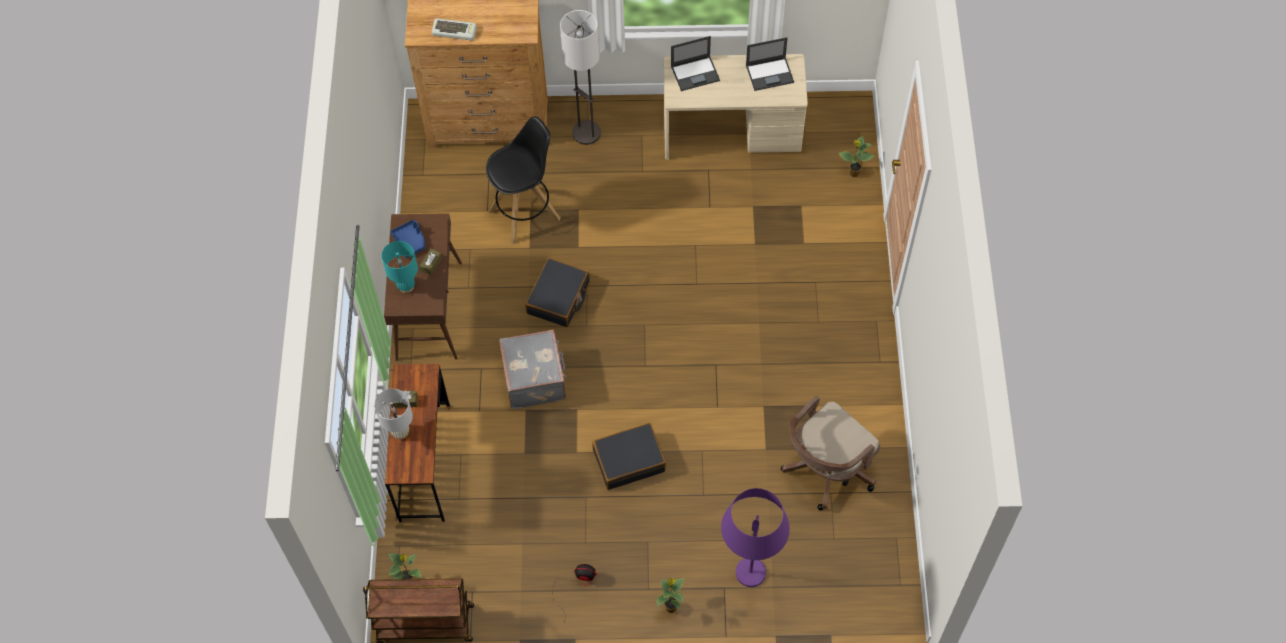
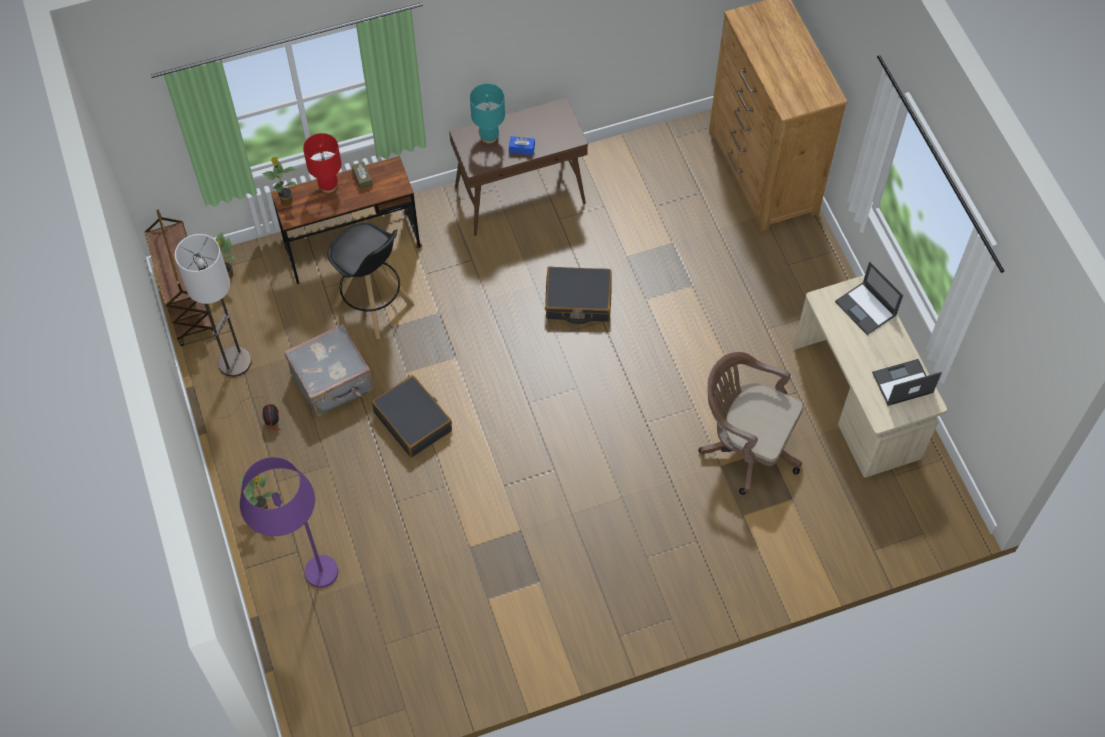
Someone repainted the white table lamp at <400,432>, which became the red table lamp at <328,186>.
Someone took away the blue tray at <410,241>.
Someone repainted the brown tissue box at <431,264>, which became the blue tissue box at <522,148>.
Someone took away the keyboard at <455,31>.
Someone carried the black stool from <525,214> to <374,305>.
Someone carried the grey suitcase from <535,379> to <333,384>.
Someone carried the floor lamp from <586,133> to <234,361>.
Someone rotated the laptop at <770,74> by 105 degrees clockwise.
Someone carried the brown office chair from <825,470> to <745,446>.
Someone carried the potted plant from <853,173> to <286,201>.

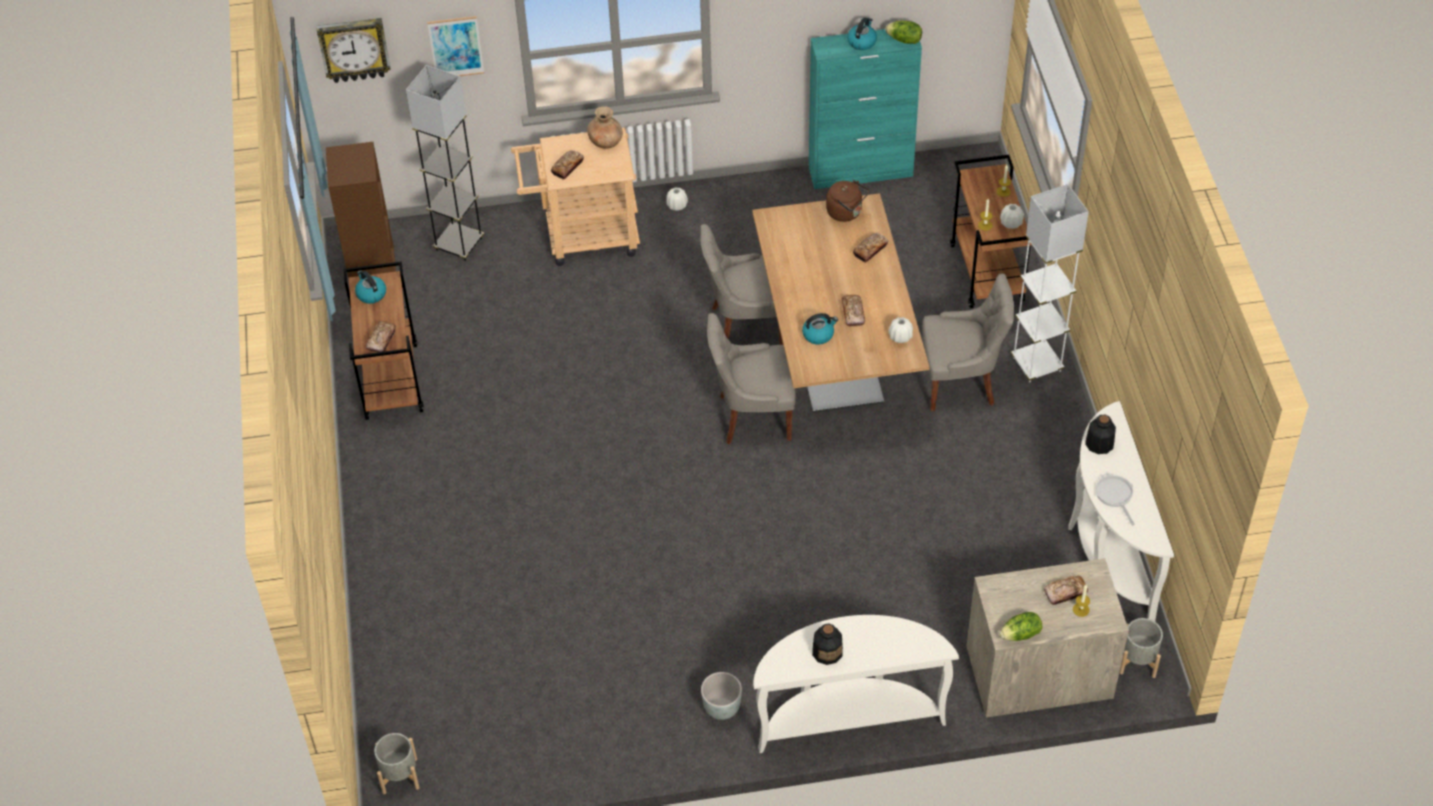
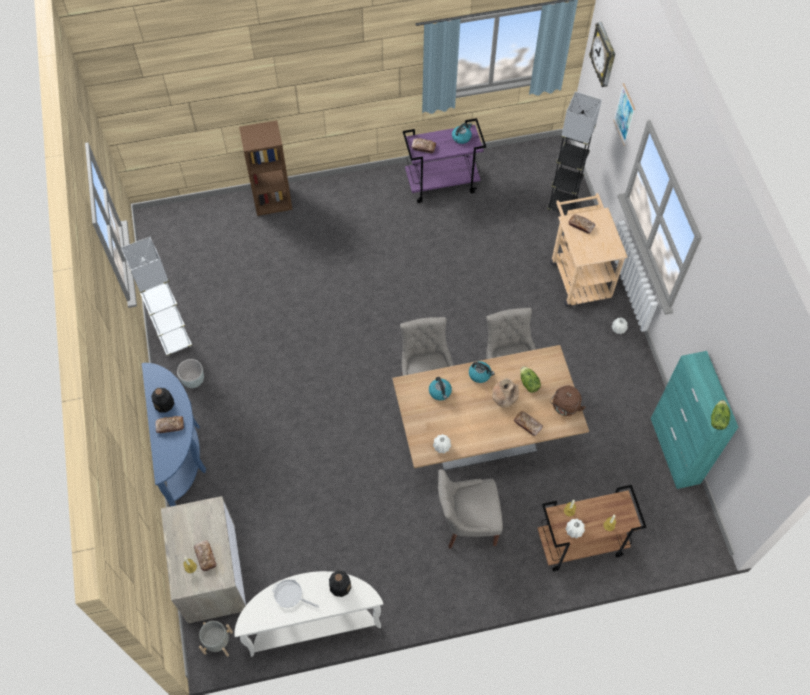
Someone carried the brown bookcase from <372,269> to <272,200>.
Someone repainted the brown cart at <390,380>, which became the purple cart at <442,183>.
Someone took away the grey planter at <399,776>.
Someone carried the brown vase from <606,142> to <504,399>.
Someone repainted the white console table at <848,717>, which became the blue console table at <183,452>.
Someone carried the bread from <853,313> to <170,426>.
Someone carried the kettle from <862,42> to <480,374>.
Someone rotated the grey chair at <961,382> by 90 degrees clockwise.
Someone carried the lettuce from <1021,634> to <528,383>.
Someone carried the white floor lamp from <1036,364> to <175,341>.
Someone rotated the frying pan at <1115,495> by 135 degrees counterclockwise.

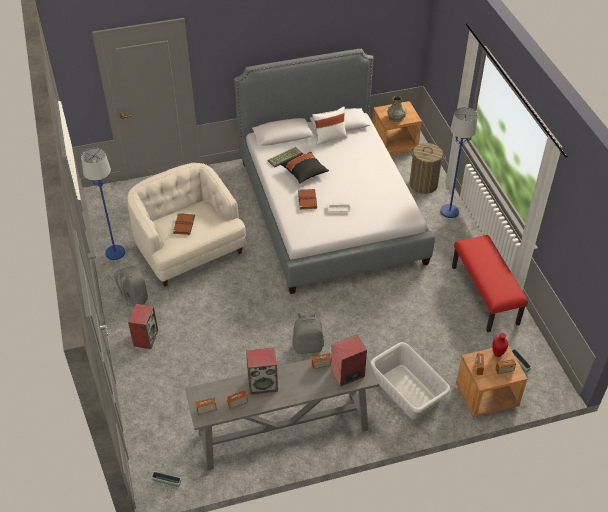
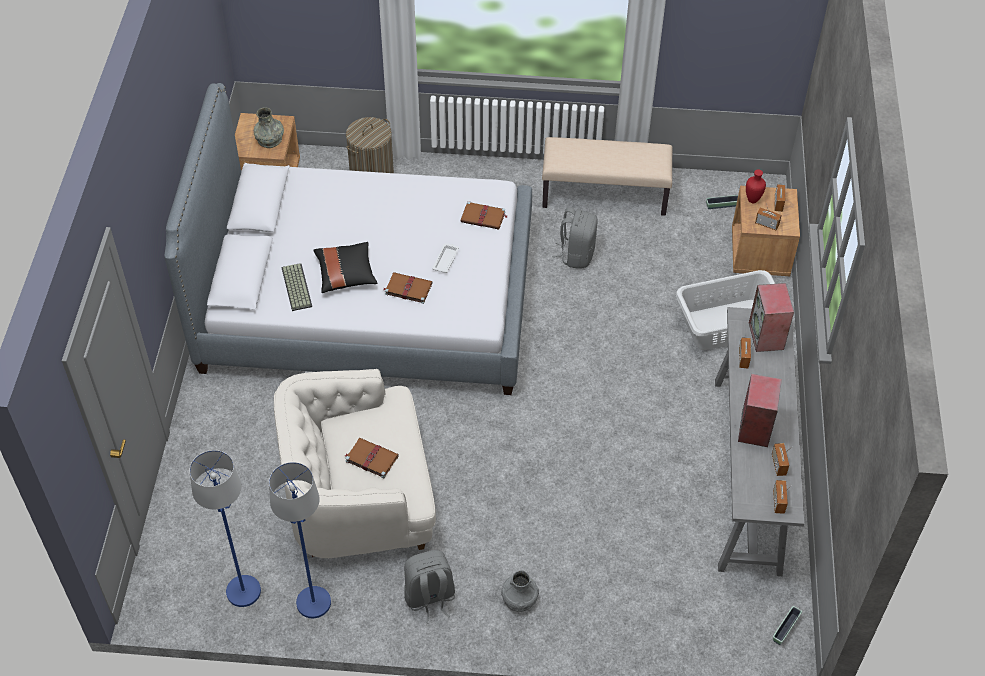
Someone swapped the speaker at <145,338> for the grey vase at <519,598>.
Someone carried the grey backpack from <308,346> to <576,255>.
Someone took away the white pillow at <329,138>.
Someone carried the blue floor lamp from <450,211> to <244,591>.
Someone repainted the red bench at <485,295>, which became the beige bench at <605,194>.
Someone put down the brown book at <483,217>.

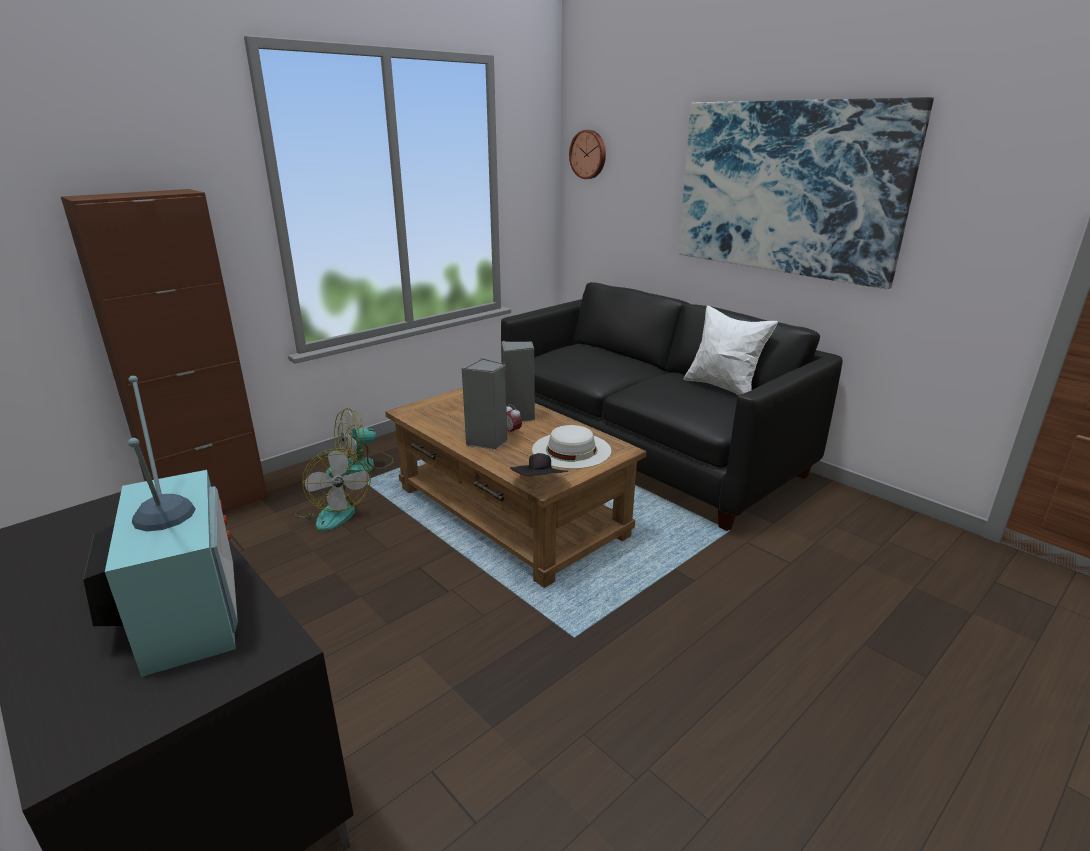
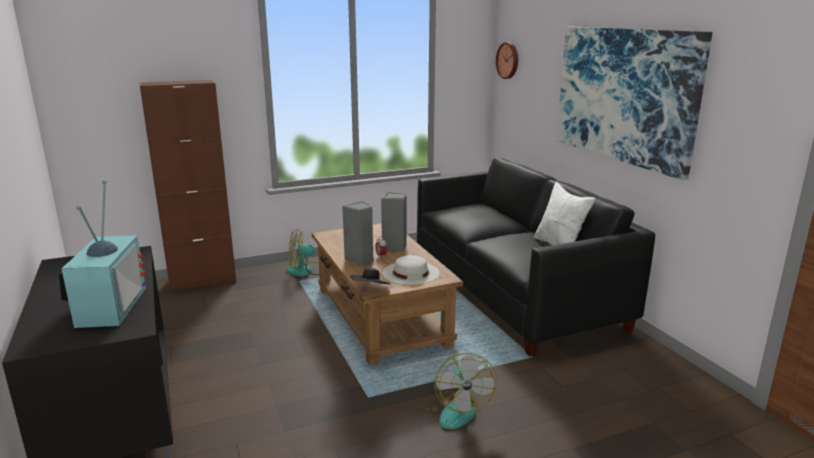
Someone carried the fan from <333,512> to <455,409>.

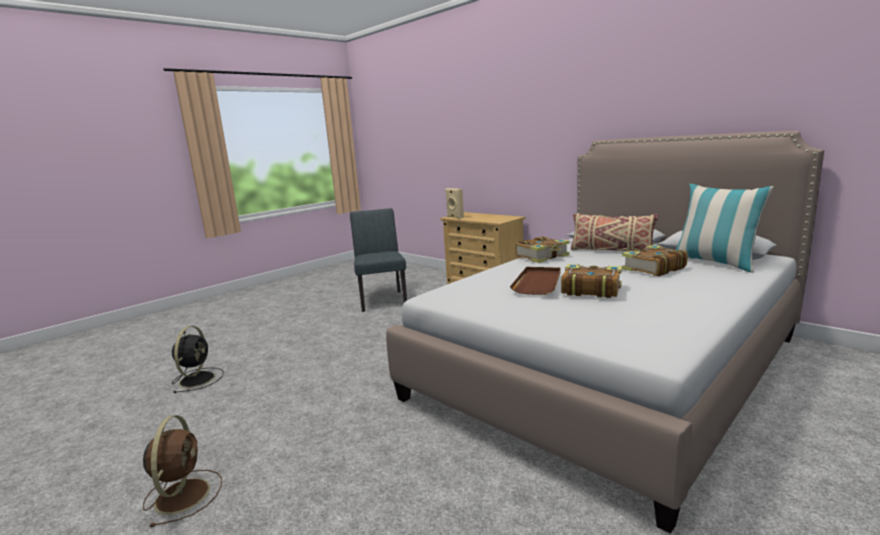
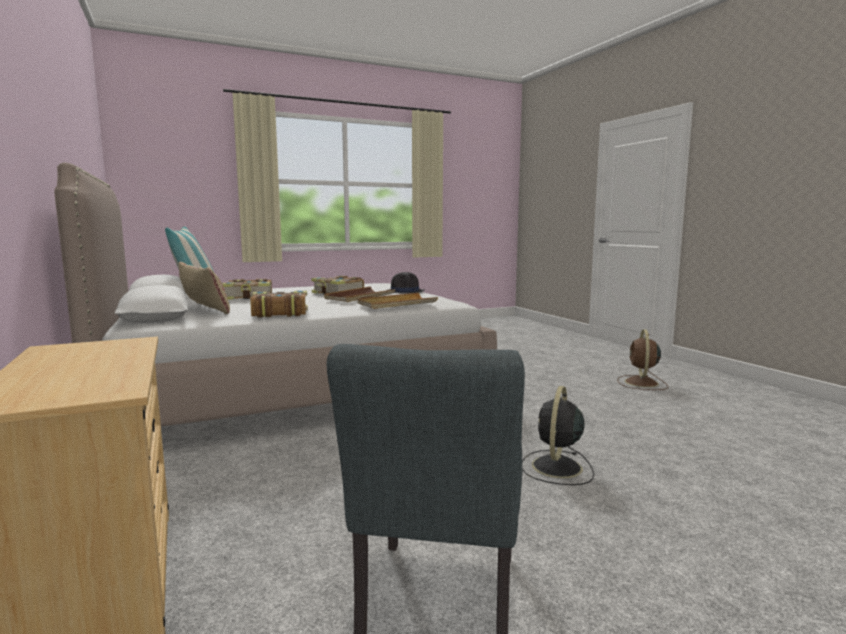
Someone carried the black fan from <198,379> to <556,468>.
Someone took away the beige speaker at <454,217>.
Someone put down the beige tray at <397,304>.
Someone put down the black hat at <405,292>.

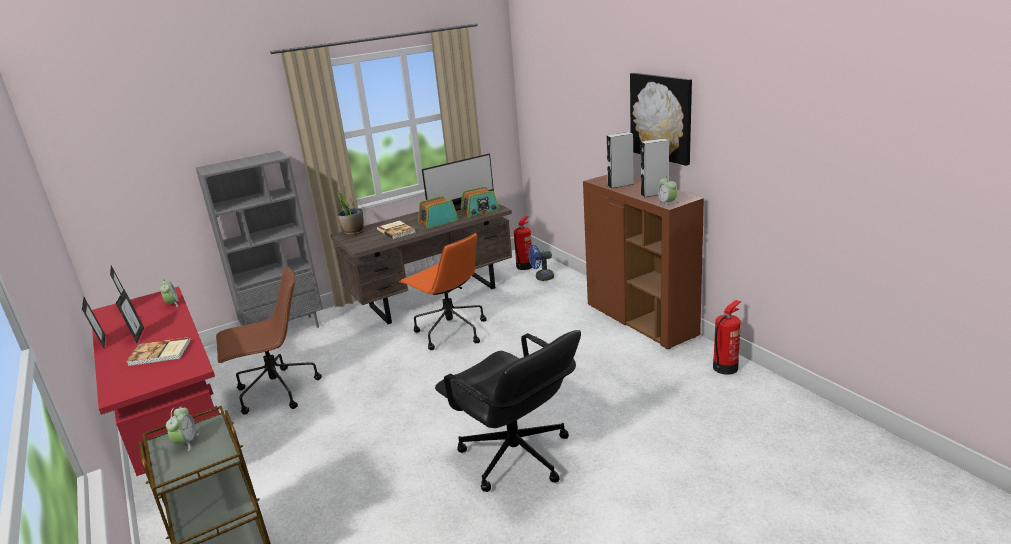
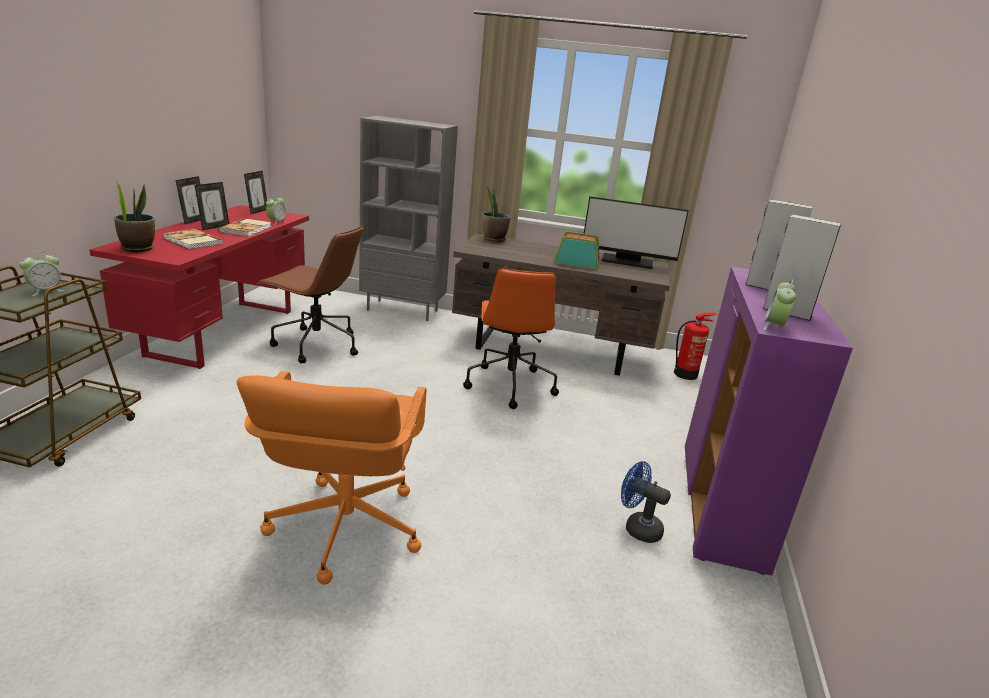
Someone carried the book from <396,231> to <247,229>.
Someone repainted the black office chair at <515,457>, which became the orange office chair at <344,528>.
Someone took away the radio at <480,211>.
Someone carried the blue fan from <541,278> to <637,528>.
Someone repainted the brown cabinet at <641,321>, which became the purple cabinet at <722,506>.
Someone took away the picture at <661,117>.
Someone took away the fire extinguisher at <725,367>.
Someone put down the potted plant at <138,248>.

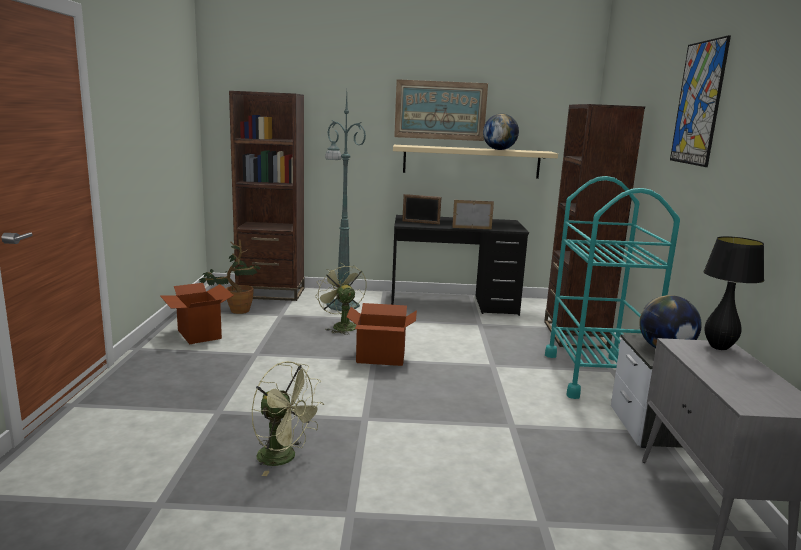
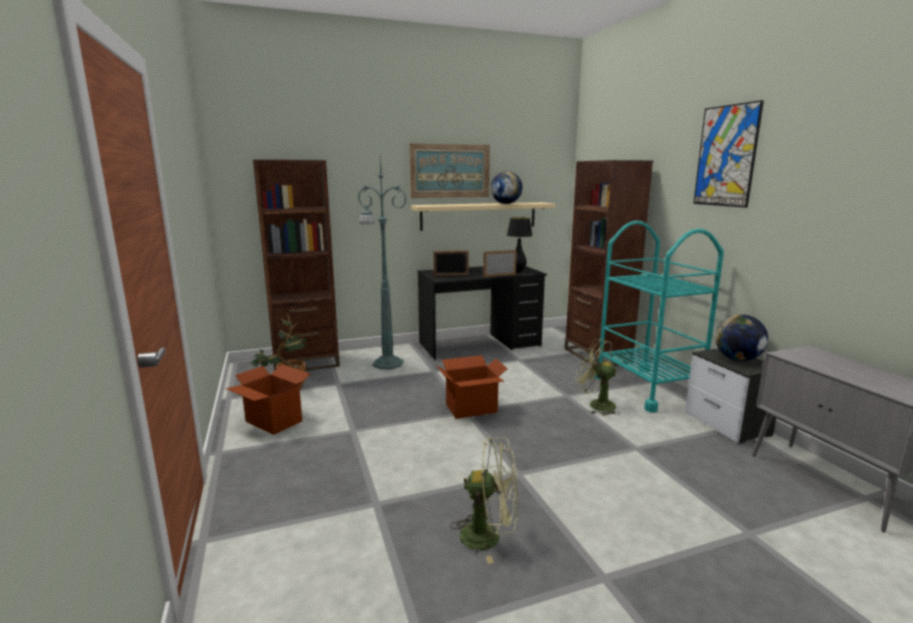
Someone carried the green fan from <341,326> to <596,405>.
Someone carried the black table lamp from <718,347> to <518,271>.

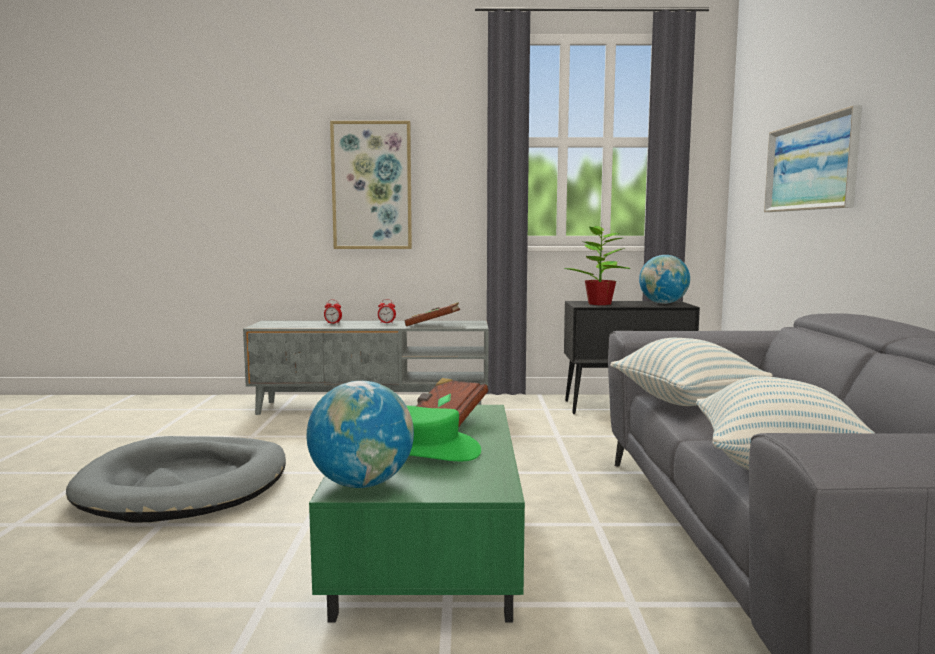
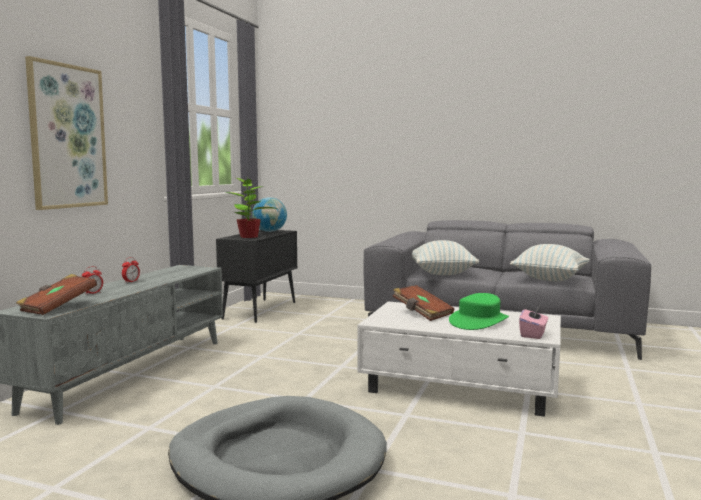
Someone swapped the globe at <362,484> for the pink tissue box at <533,334>.
Someone repainted the green coffee table at <427,548>, which became the white coffee table at <462,386>.
Someone carried the brown book from <433,325> to <58,307>.
Someone took away the picture at <810,165>.

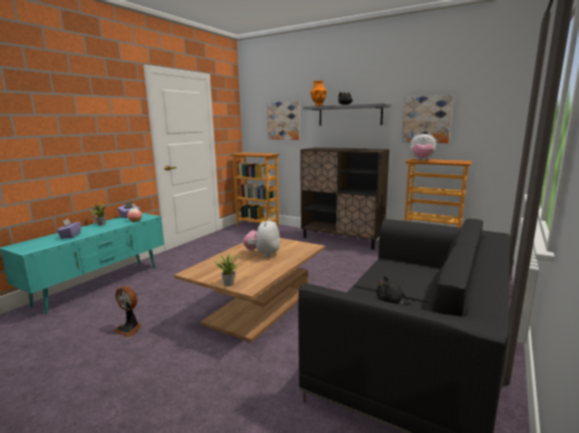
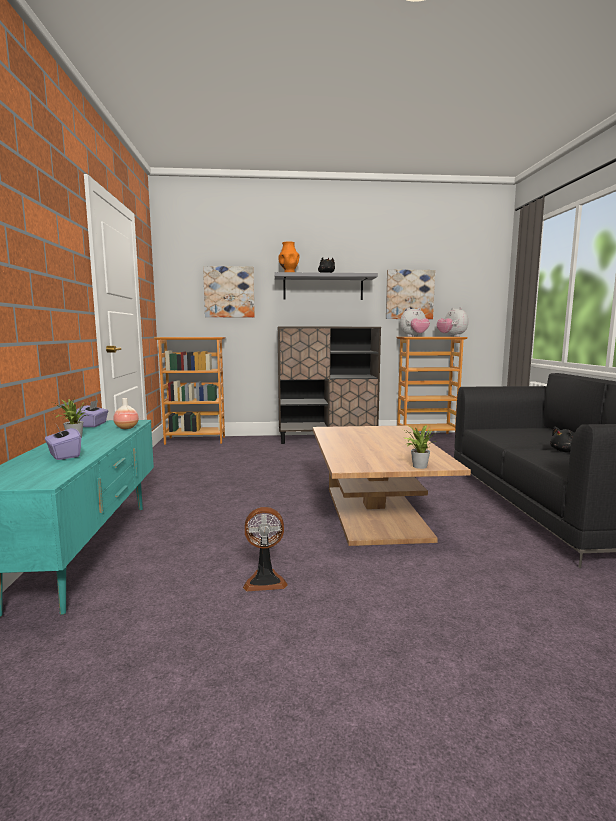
Someone carried the plush toy from <263,254> to <451,336>.

